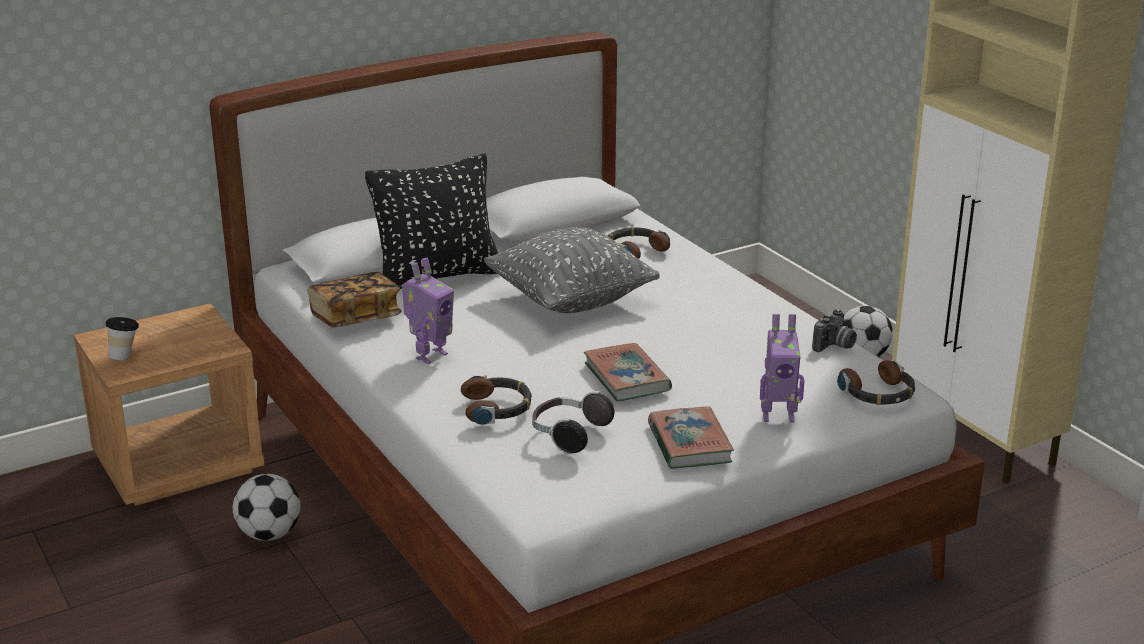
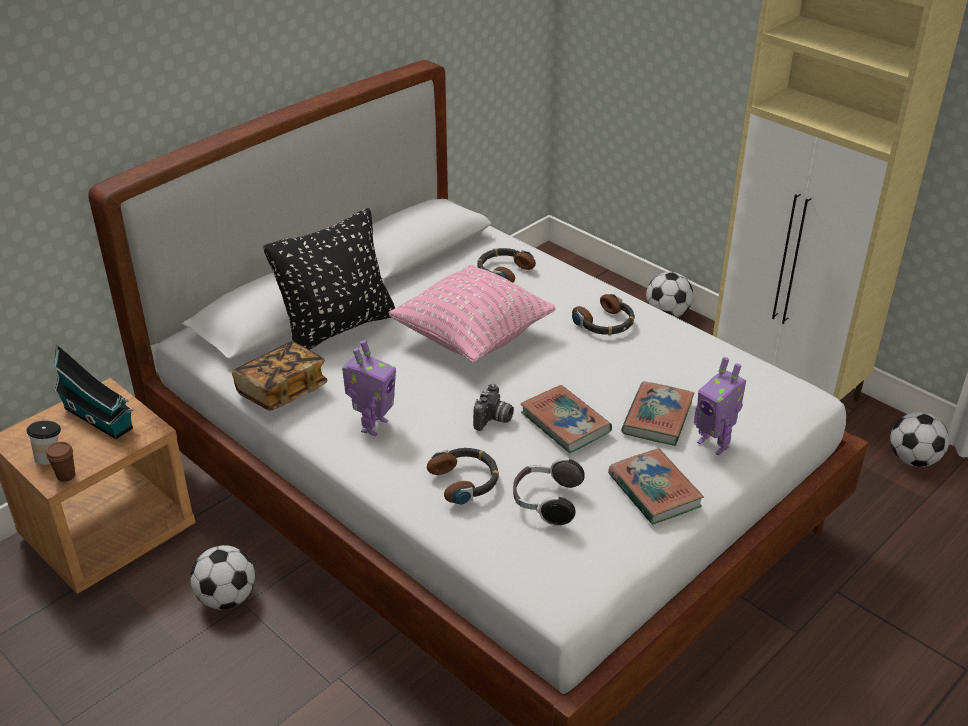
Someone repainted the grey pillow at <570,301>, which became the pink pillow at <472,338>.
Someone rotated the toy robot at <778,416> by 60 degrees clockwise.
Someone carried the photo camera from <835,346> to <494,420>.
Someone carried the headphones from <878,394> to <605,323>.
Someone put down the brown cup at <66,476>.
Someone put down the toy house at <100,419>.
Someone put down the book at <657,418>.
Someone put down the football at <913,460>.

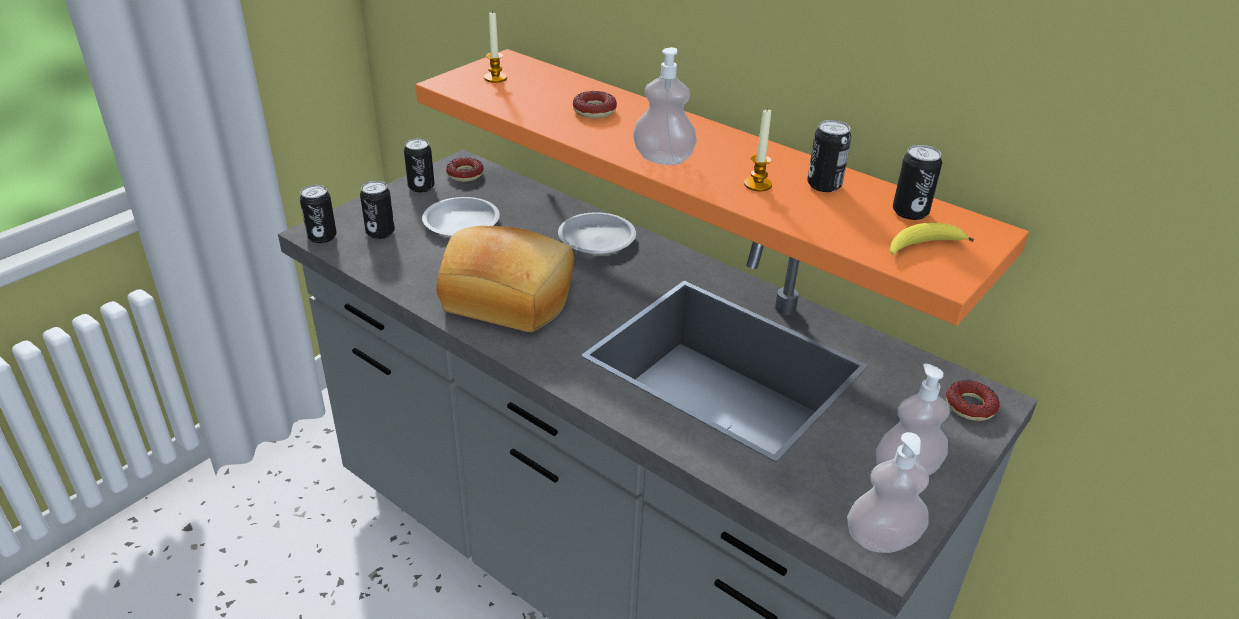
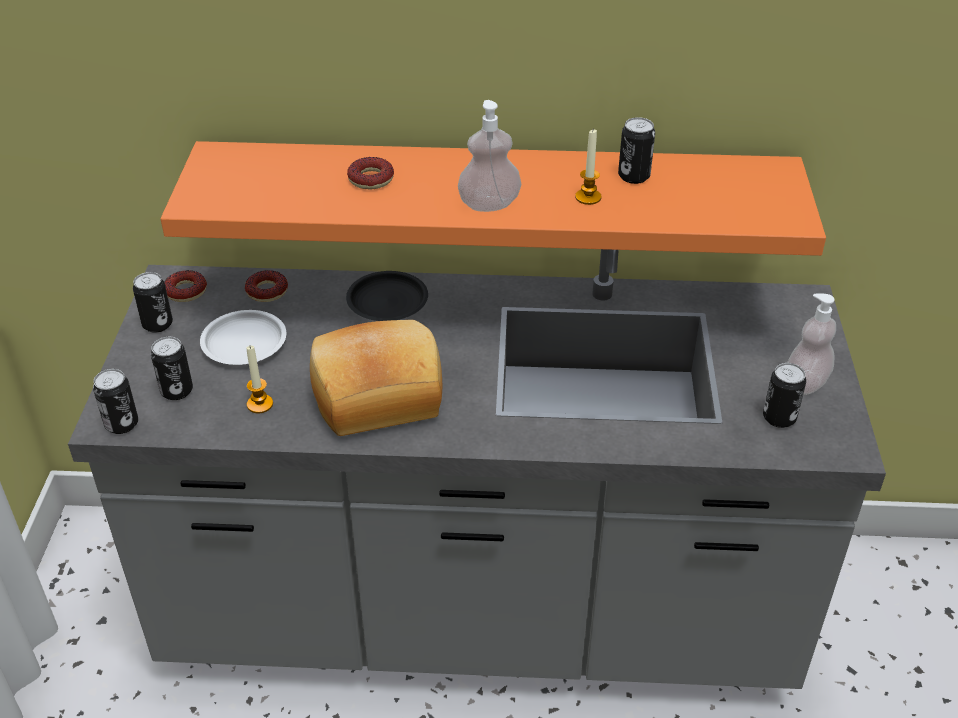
Someone carried the candle from <495,78> to <260,404>.
Someone repainted the white plate at <597,238>, which became the black plate at <388,301>.
Someone took away the soap dispenser at <882,539>.
Someone took away the banana at <922,247>.
Someone carried the can from <910,212> to <779,418>.
Someone carried the donut from <970,406> to <267,291>.

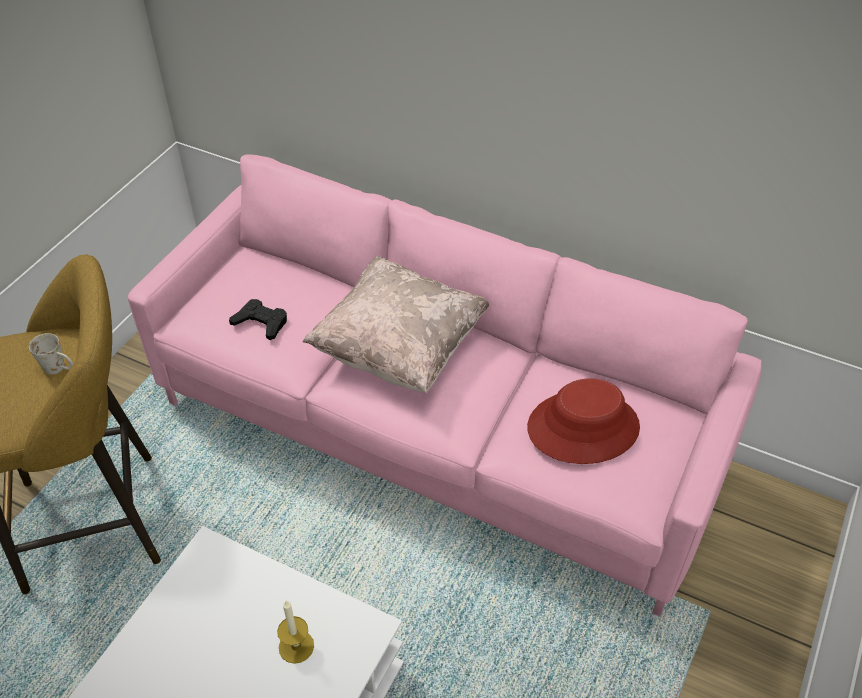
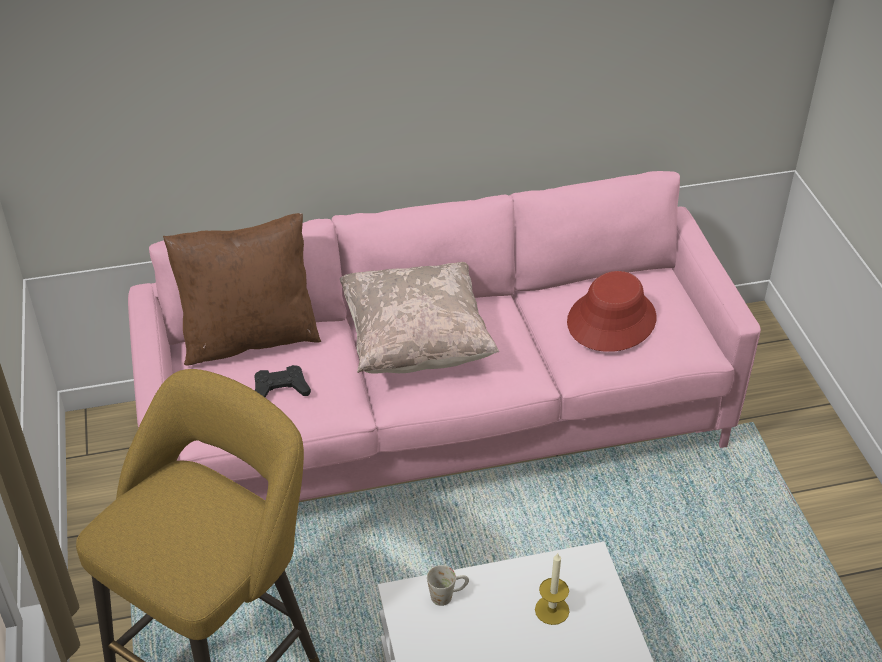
Someone carried the white mug from <60,368> to <448,595>.
Someone put down the brown pillow at <250,337>.

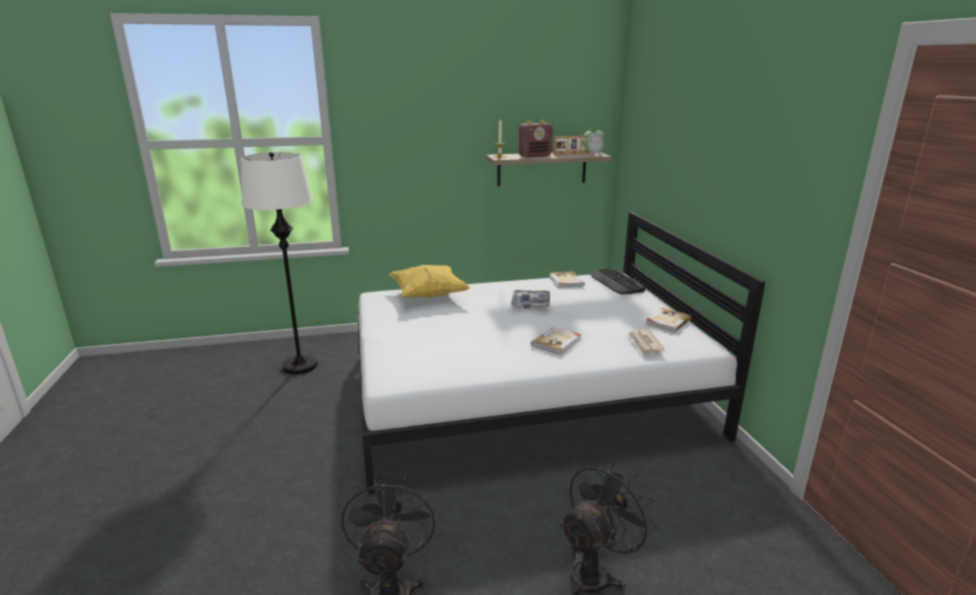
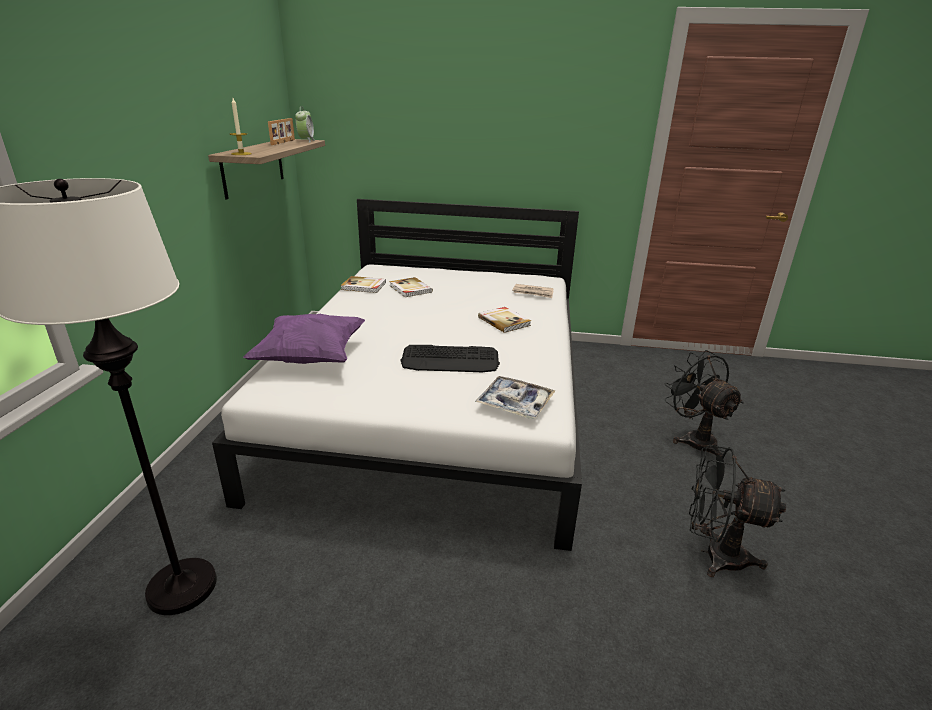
Someone repainted the yellow pillow at <428,295>, which became the purple pillow at <311,357>.
Someone carried the tray from <530,303> to <515,403>.
Someone took away the radio at <535,156>.
Someone carried the keyboard from <616,282> to <450,360>.
Someone carried the book from <667,321> to <410,289>.

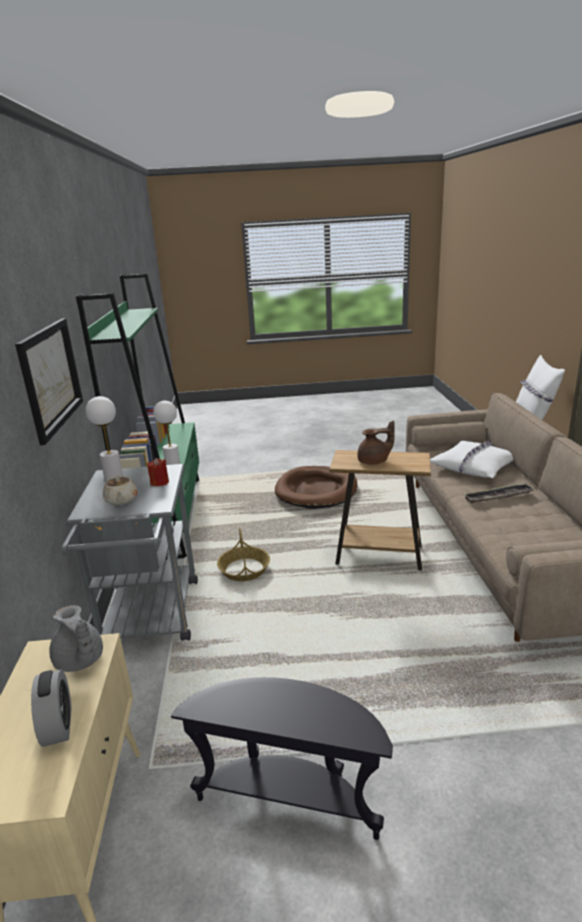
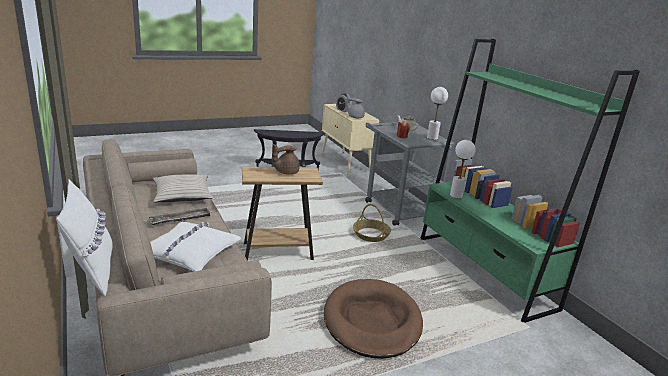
Someone took away the picture at <51,377>.
Someone put down the beige pillow at <182,195>.

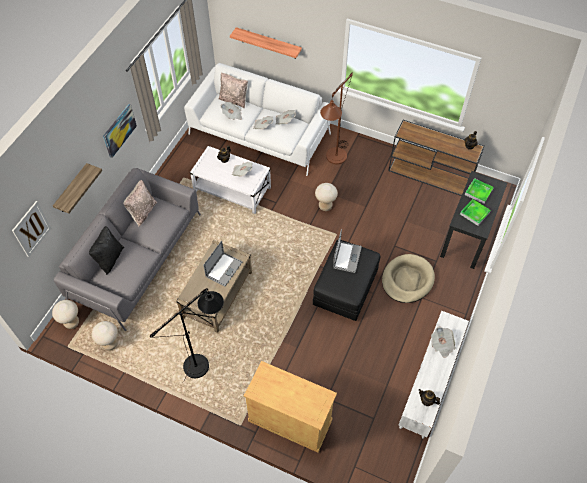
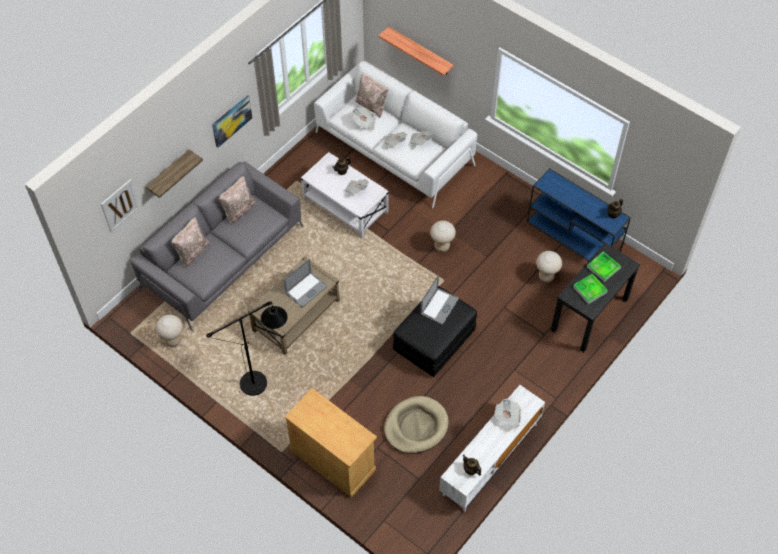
Someone carried the beige stool from <72,323> to <546,277>.
Someone repainted the black pillow at <109,259>, which became the beige pillow at <192,252>.
Someone took away the brown floor lamp at <334,160>.
Someone carried the beige dog bed from <407,280> to <416,426>.
Someone repainted the brown console table at <431,175>, which became the blue console table at <574,237>.

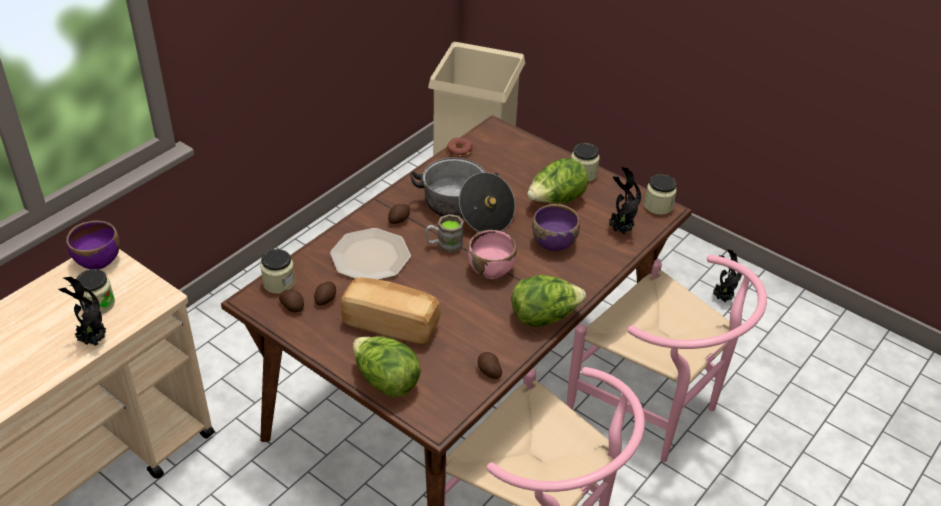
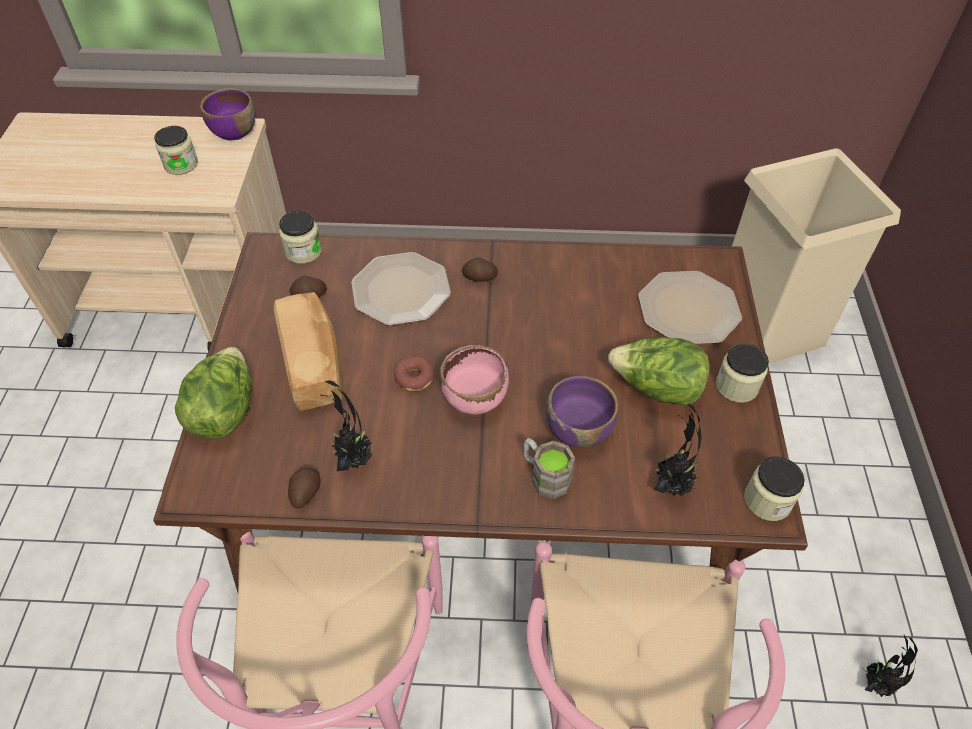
Someone carried the potted plant from <91,341> to <353,458>.
Someone took away the potato at <292,306>.
Someone took away the cooking pot at <465,209>.
Someone carried the brown mug from <444,245> to <544,476>.
Someone carried the donut from <459,151> to <414,377>.
Someone took away the lettuce at <544,317>.
Someone put down the plate at <689,309>.

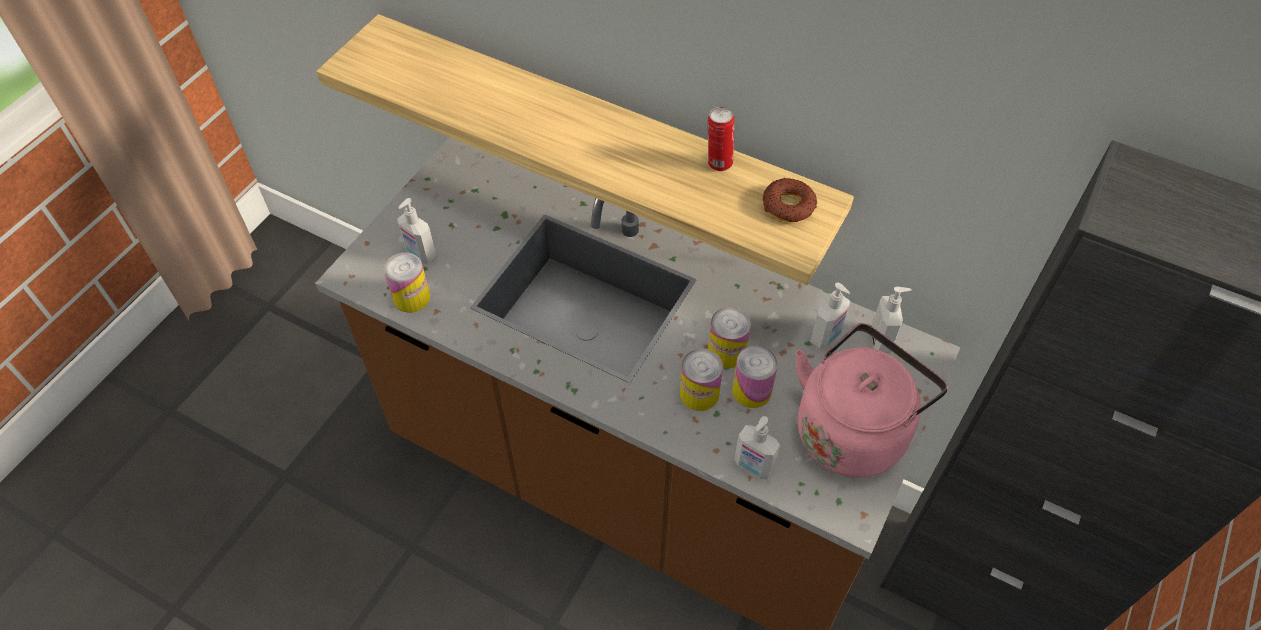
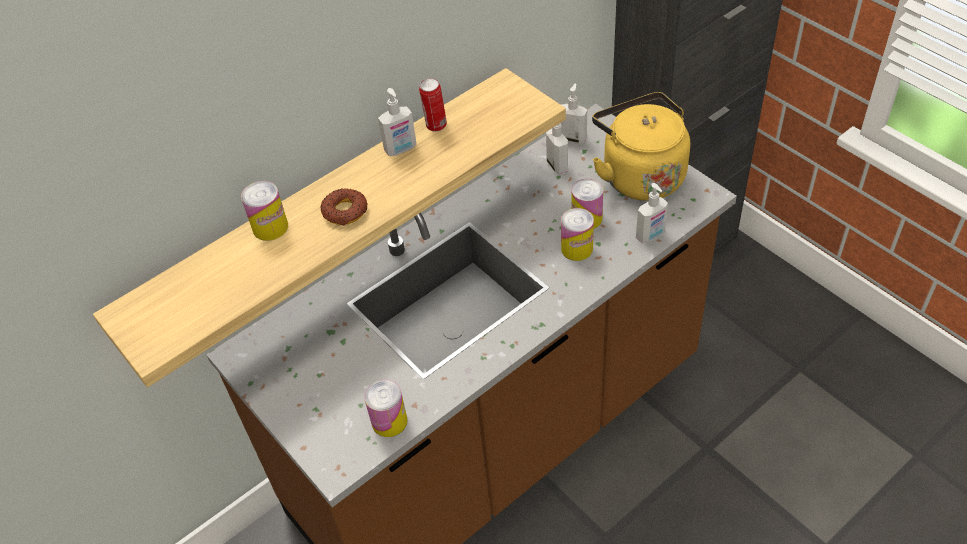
Someone carried the soap dispenser from <420,255> to <401,149>.
Someone carried the can from <726,352> to <270,227>.
Someone carried the donut from <788,205> to <345,211>.
Someone repainted the pink kettle at <853,429>, which became the yellow kettle at <639,175>.

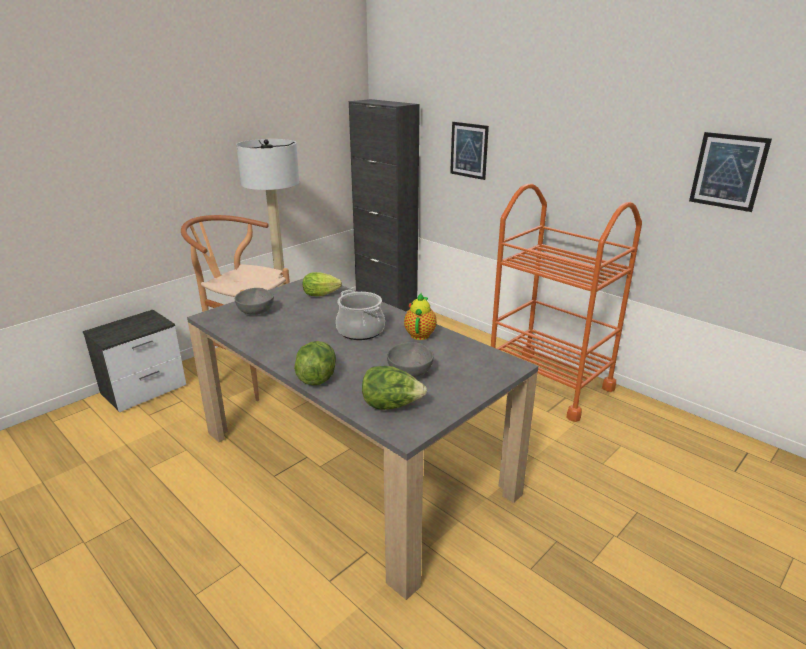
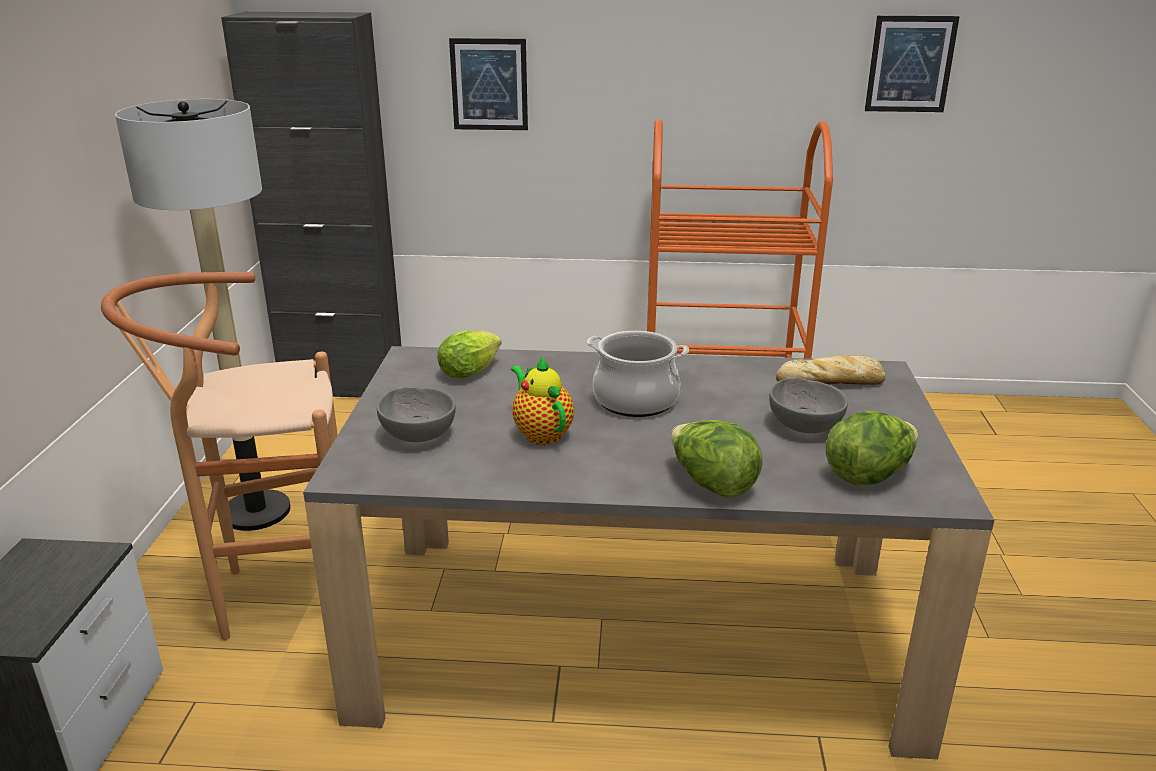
Someone carried the teapot from <420,334> to <541,433>.
Someone put down the bread at <831,382>.

